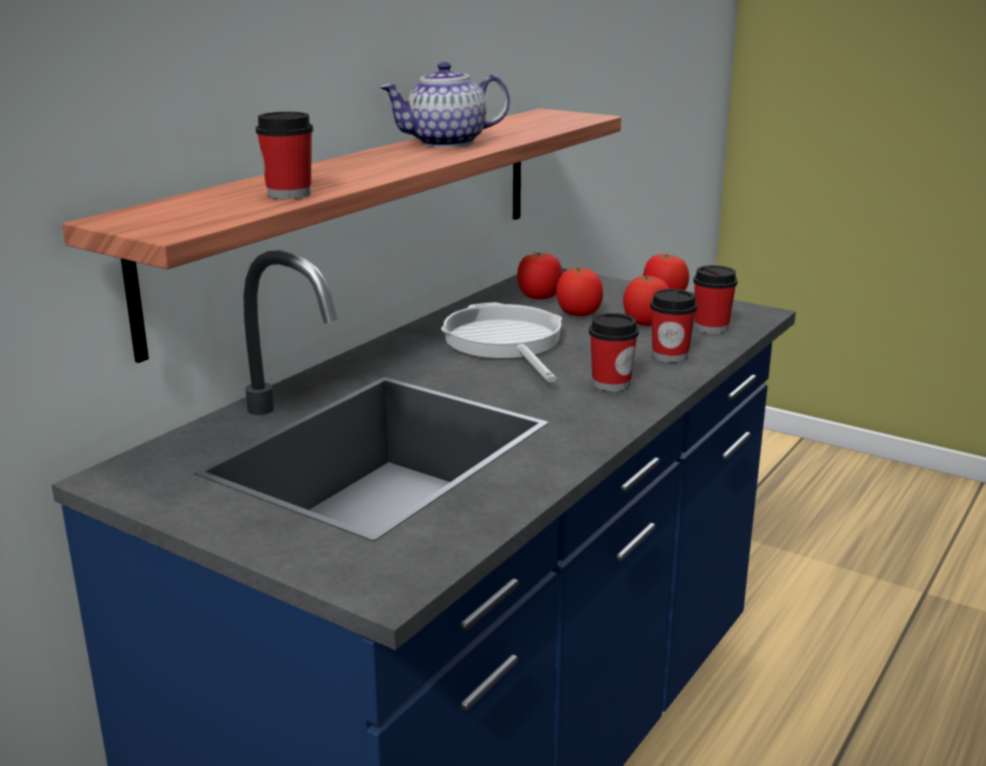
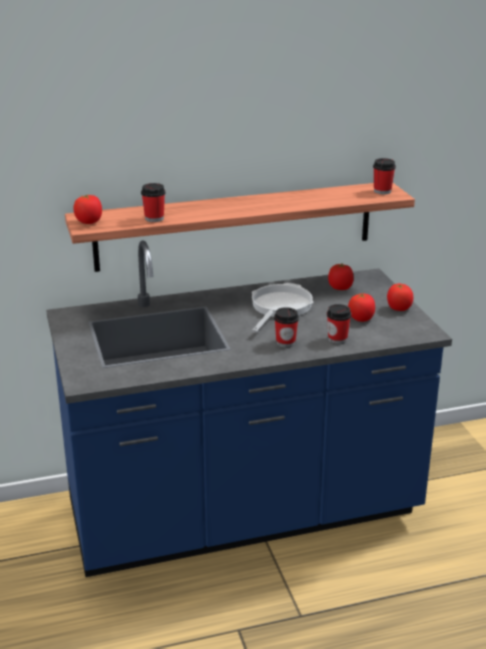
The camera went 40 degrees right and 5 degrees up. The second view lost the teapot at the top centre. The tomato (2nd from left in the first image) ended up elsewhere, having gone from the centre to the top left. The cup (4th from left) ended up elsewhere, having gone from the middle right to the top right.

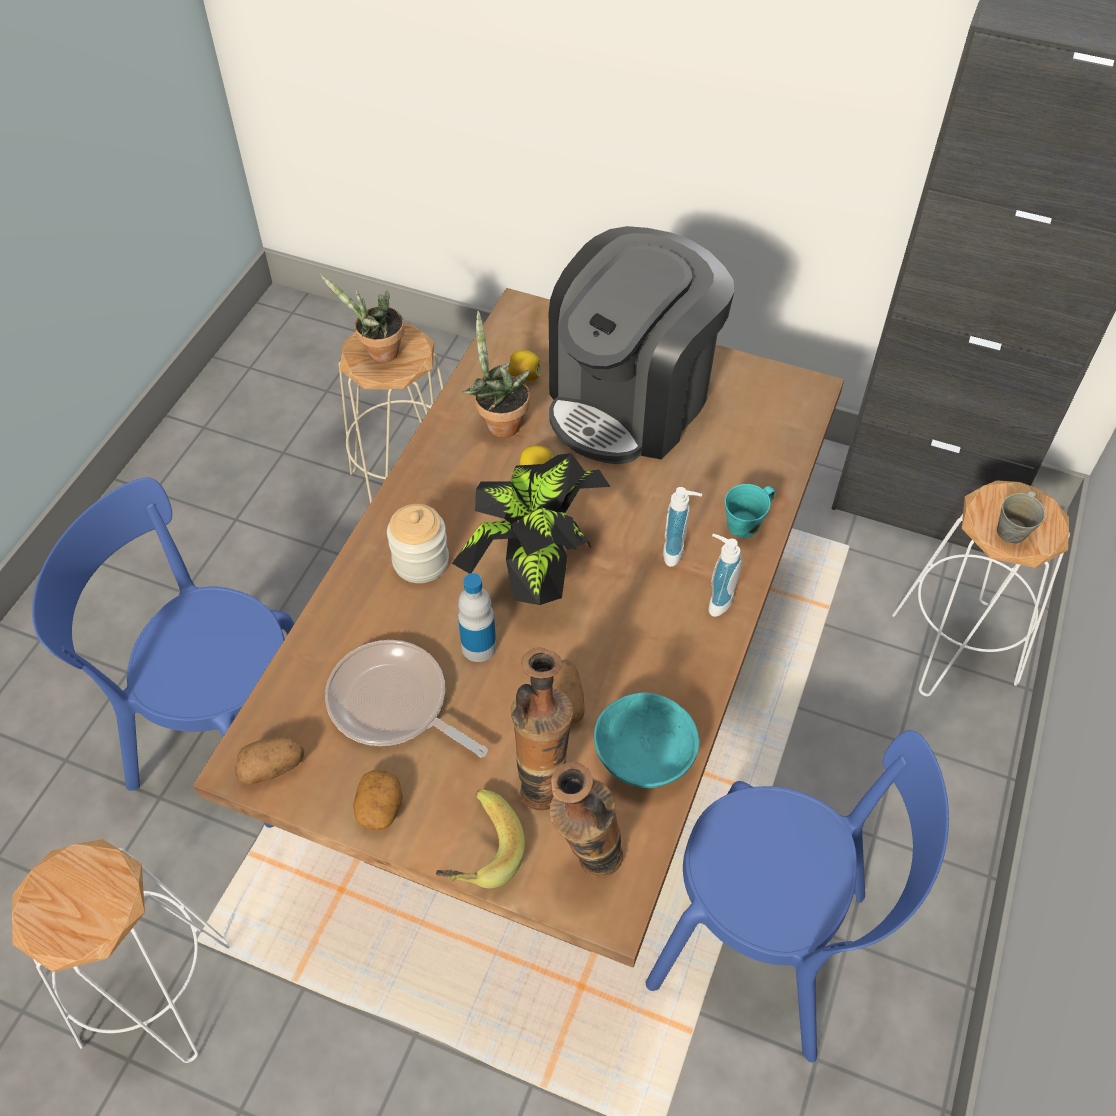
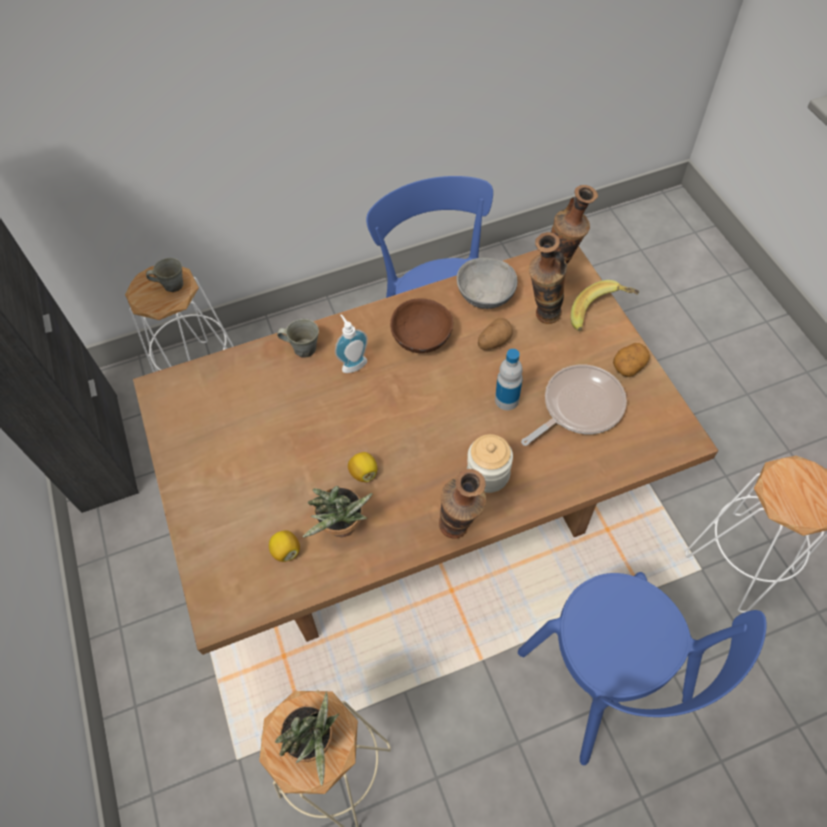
The camera went 130 degrees left and 5 degrees up. The second view lost the potato (1st from left) at the bottom left. The frying pan at the centre ended up facing another way, 120 degrees counterclockwise from before. The second view lost the potted plant (3rd from left) at the centre. The second view lost the coffee machine at the top centre. What was the bowl/turquoise at the centre turned into the bowl/grey at the centre. The second view lost the soap dispenser (2nd from left) at the centre. What was the mug/turquoise at the middle right turned into the mug/grey (2nd from left) at the centre. The second view gained the bowl/brown at the centre. The second view gained the vase (1st from left) at the centre.

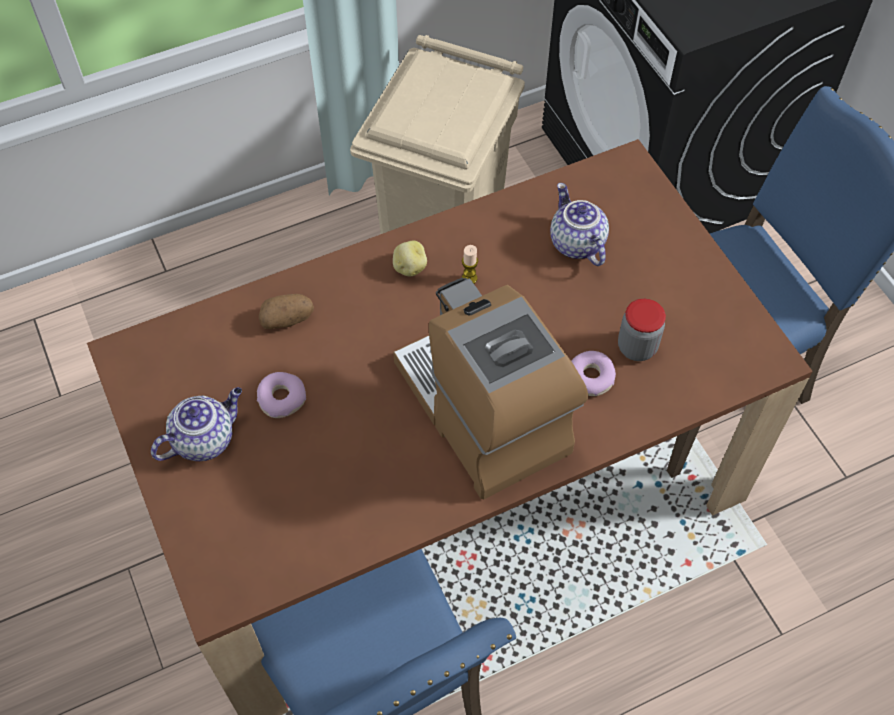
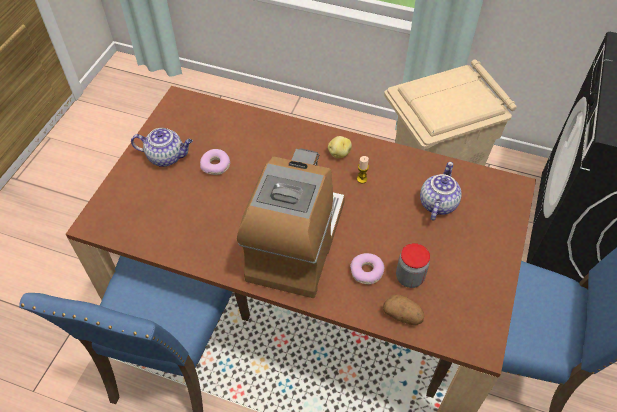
The camera went 45 degrees right and 5 degrees down. The potato (1st from left in the first image) ended up elsewhere, having gone from the middle left to the bottom centre.

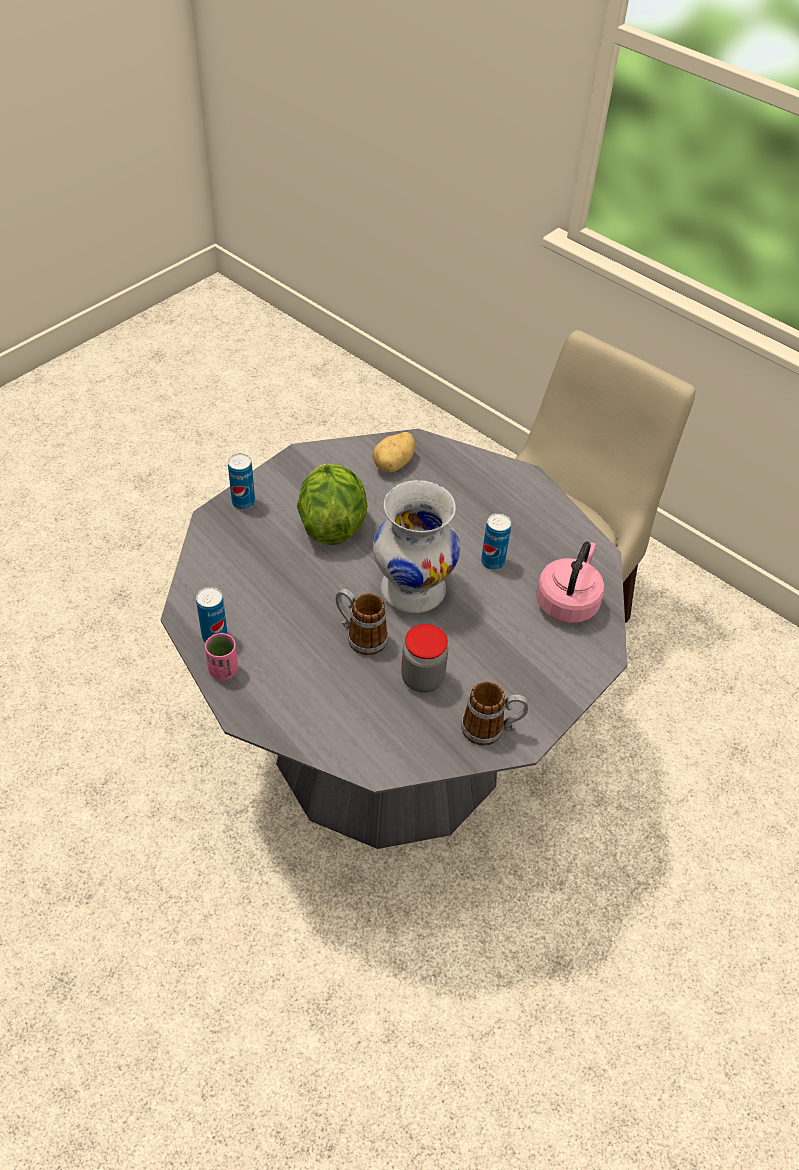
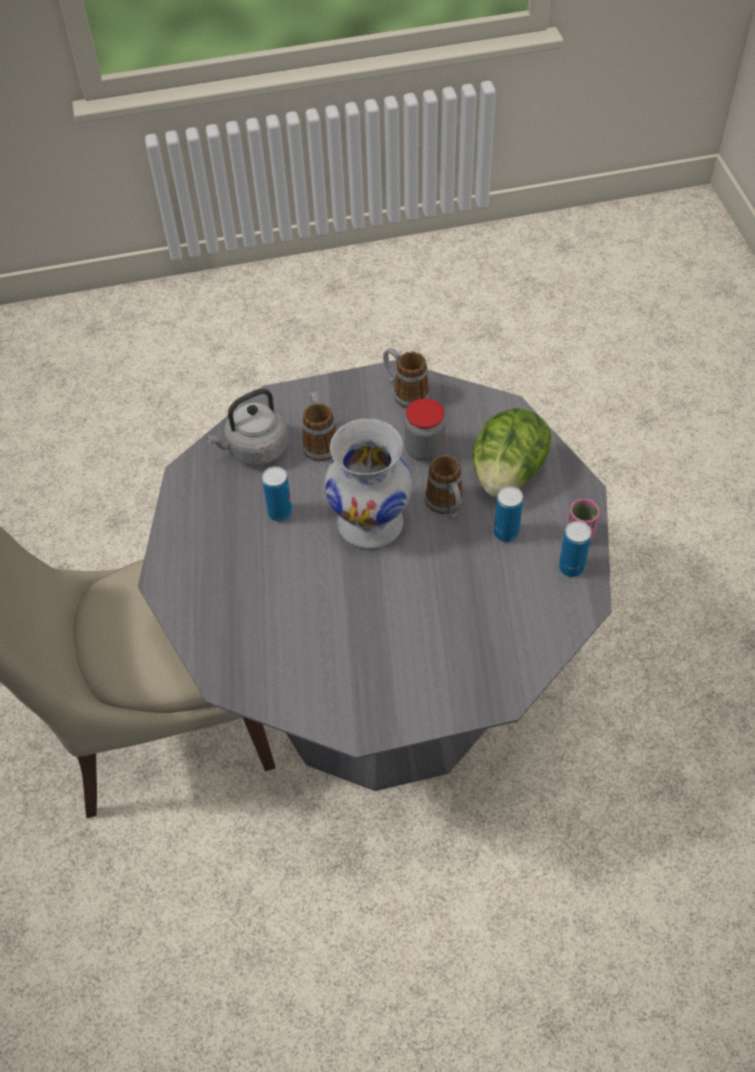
The camera went 140 degrees left and 5 degrees up. The can (2nd from left) ended up elsewhere, having gone from the middle left to the middle right. The lettuce ended up elsewhere, having gone from the centre to the middle right. The second view lost the potato at the centre. What was the kettle/pink at the middle right turned into the kettle/grey at the middle left. The second view gained the mug (1st from left) at the centre.

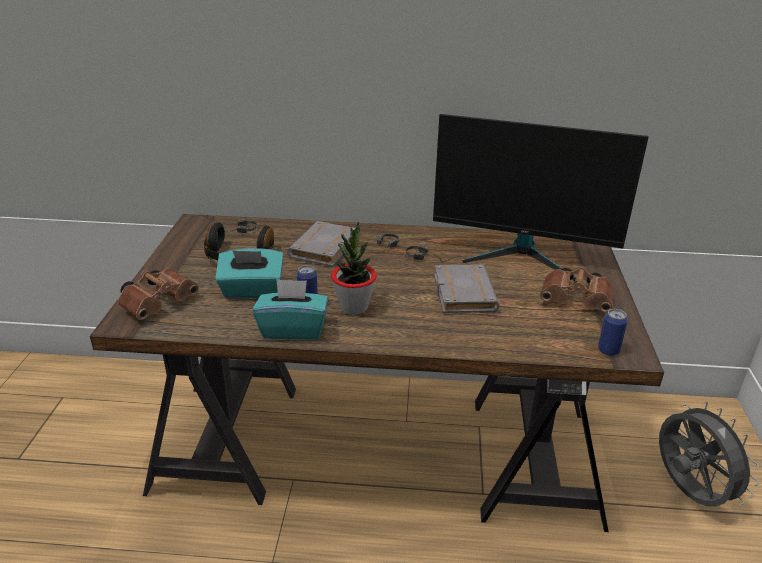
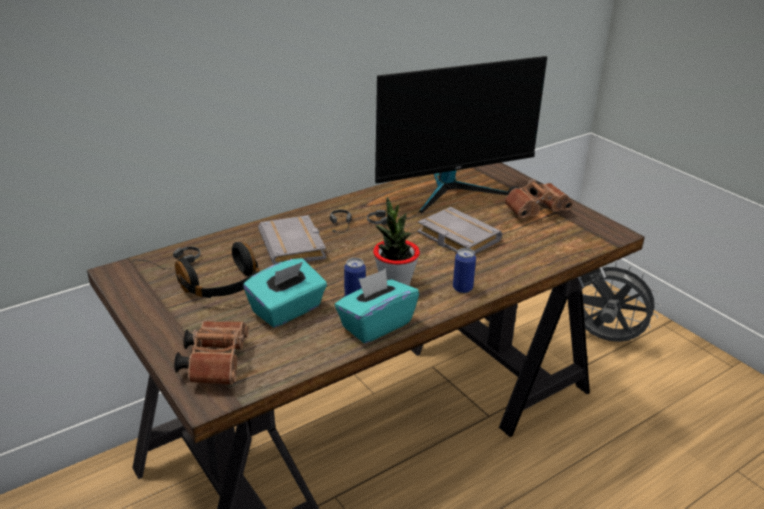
The camera went 40 degrees left and 0 degrees up. The can (2nd from left) ended up elsewhere, having gone from the middle right to the centre.

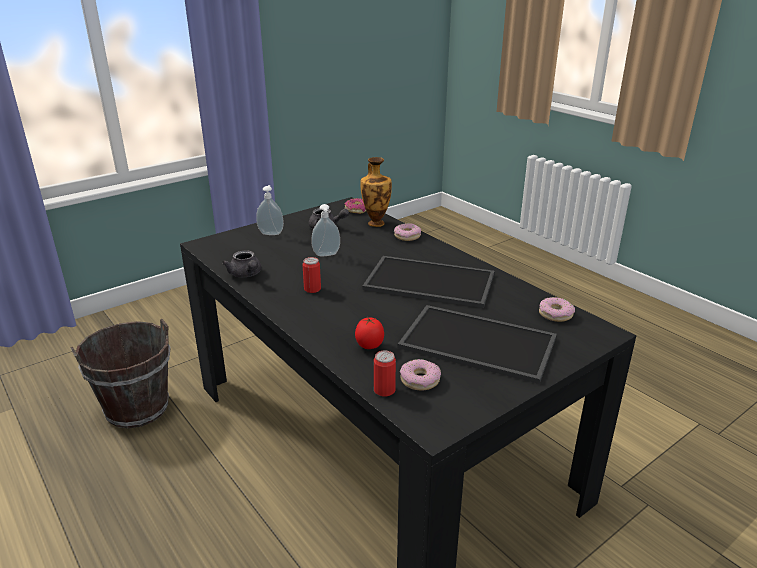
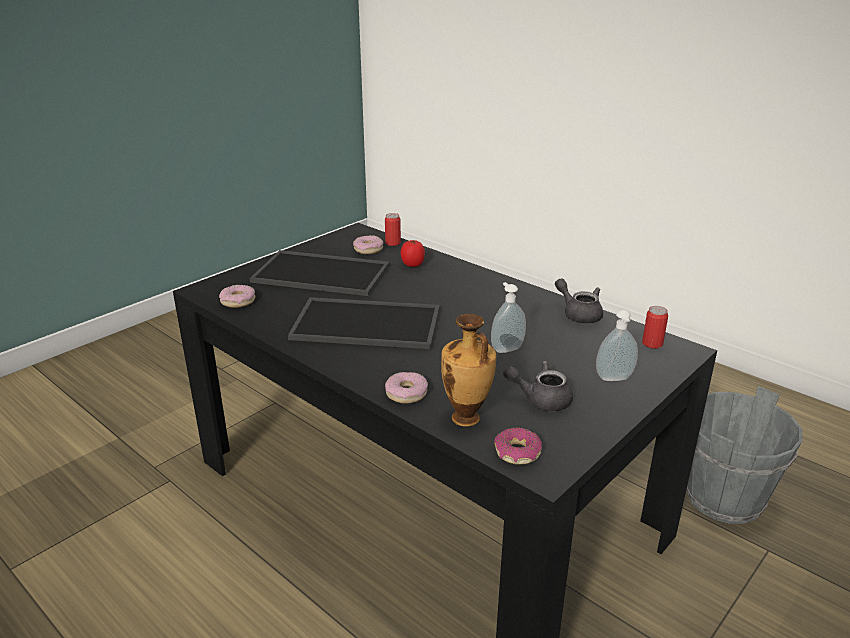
The camera went 170 degrees right and 0 degrees up. What was the bucket/brown at the middle left turned into the bucket/grey at the bottom right. The can (1st from left in the first image) ended up elsewhere, having gone from the centre to the middle right.

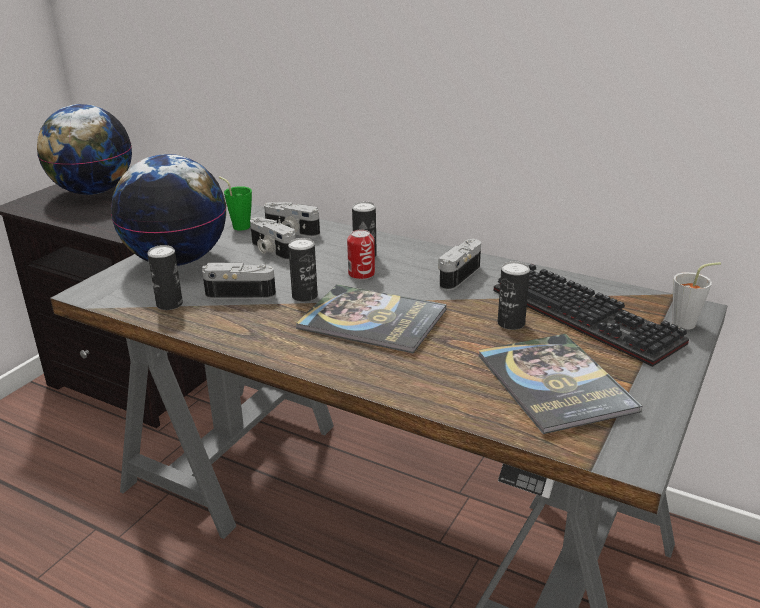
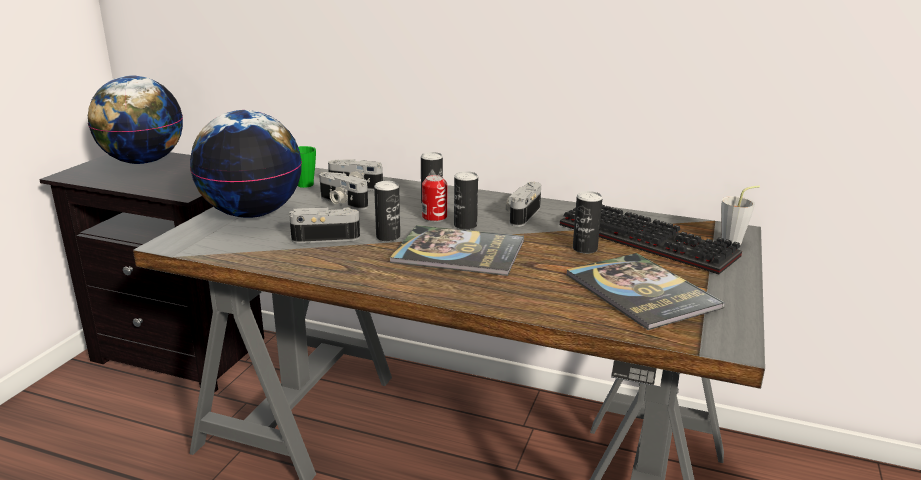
The camera went 10 degrees left and 5 degrees down. The can (1st from left in the first image) ended up elsewhere, having gone from the middle left to the centre.

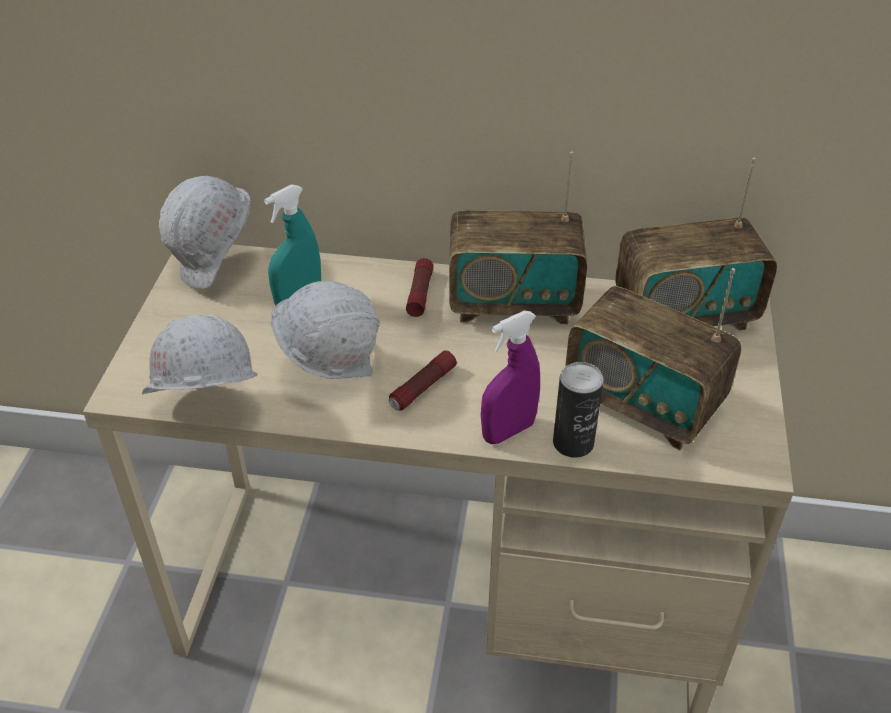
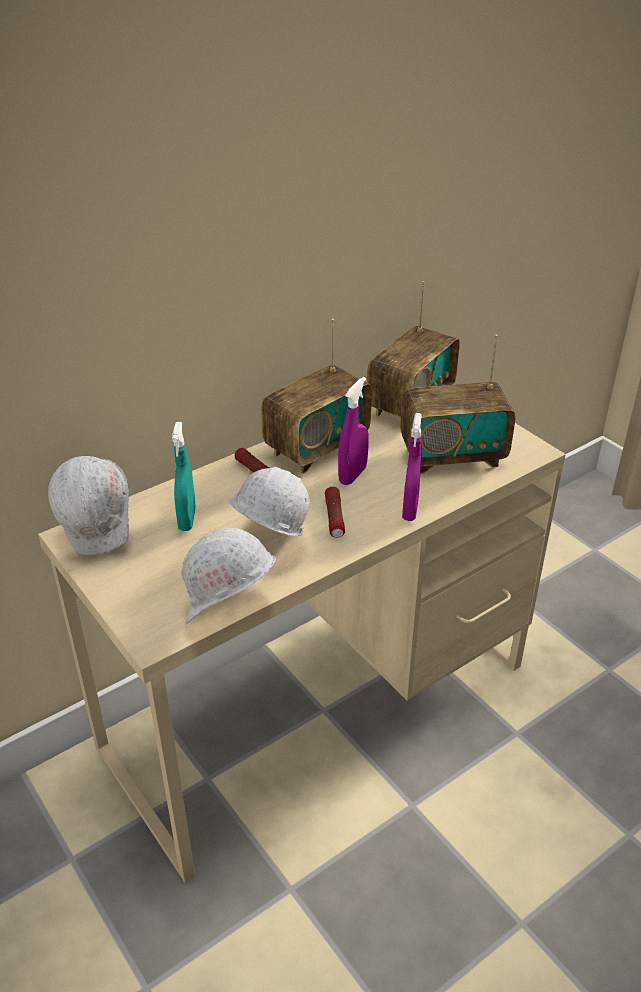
The camera went 45 degrees left and 5 degrees down. The second view lost the can at the centre. The second view gained the spray bottle/purple (1st from left) at the centre.

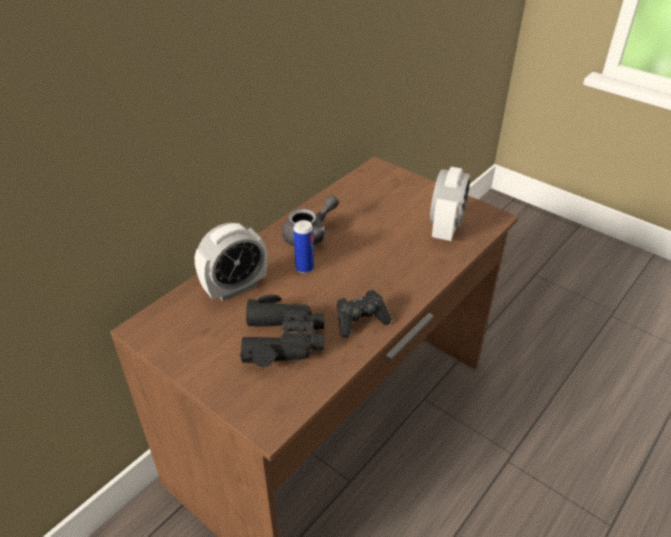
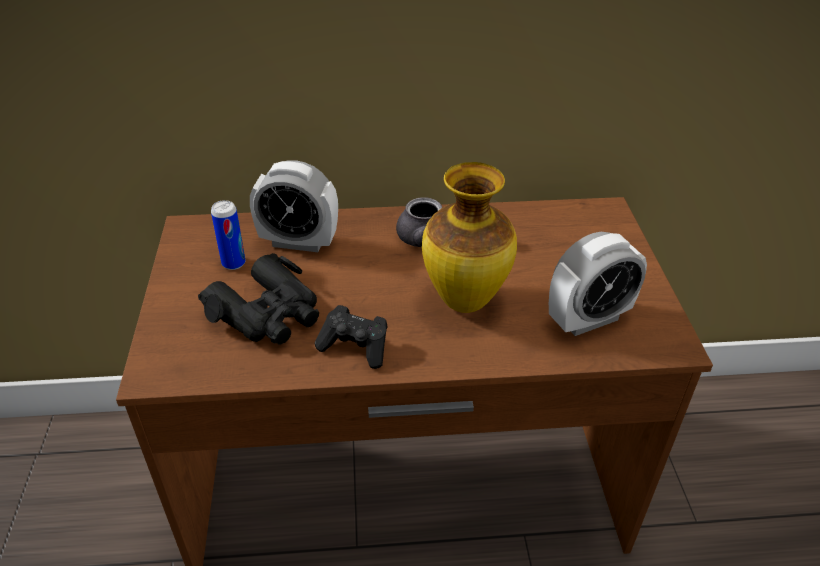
The camera went 45 degrees right and 0 degrees up. The can ended up elsewhere, having gone from the centre to the middle left. The second view gained the vase at the centre.

